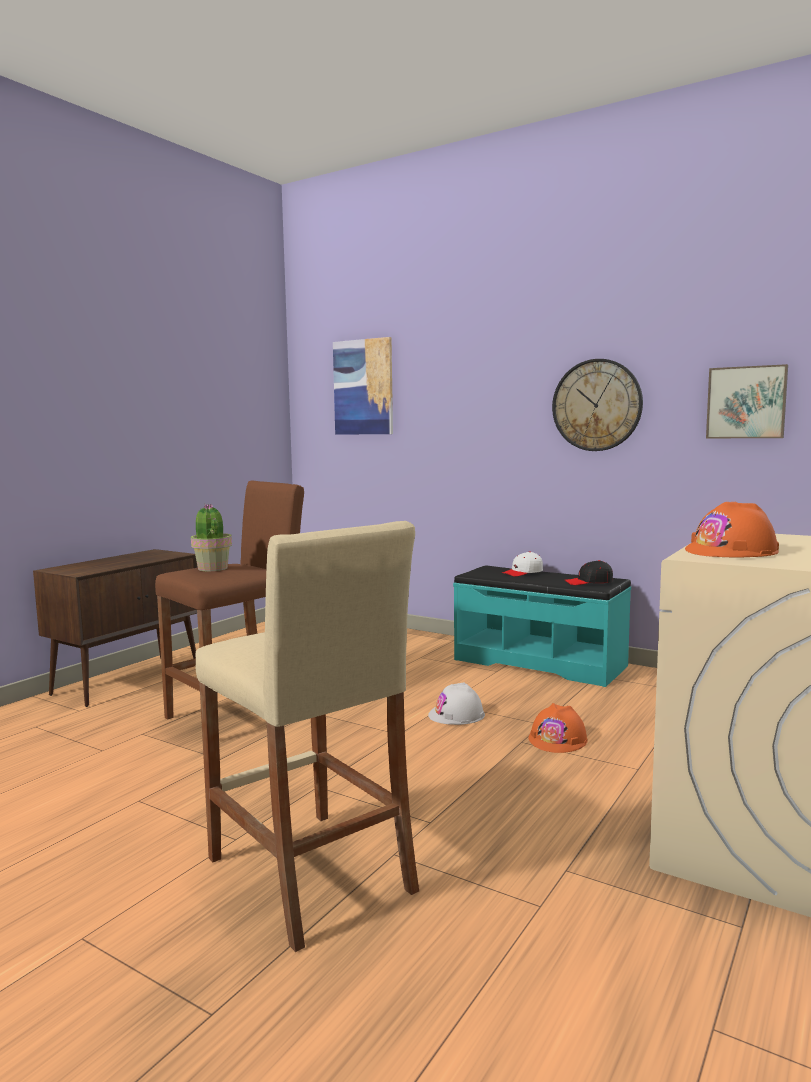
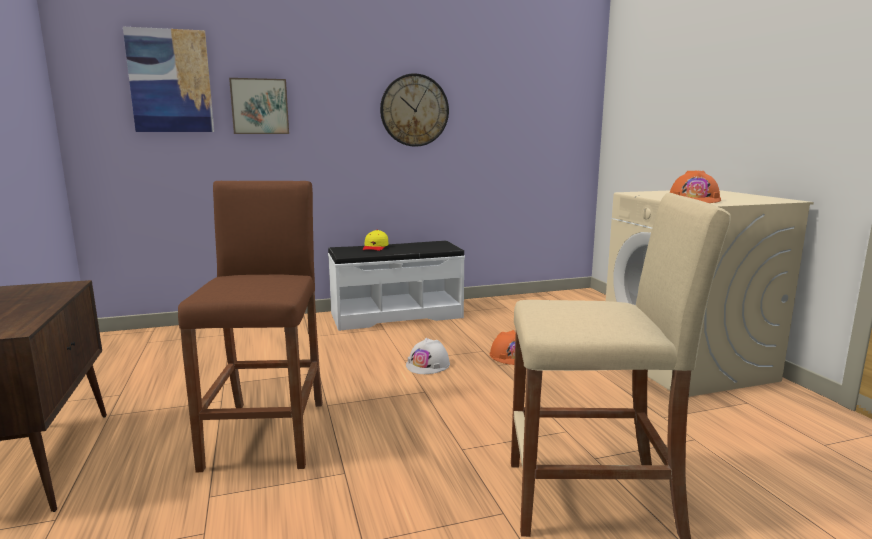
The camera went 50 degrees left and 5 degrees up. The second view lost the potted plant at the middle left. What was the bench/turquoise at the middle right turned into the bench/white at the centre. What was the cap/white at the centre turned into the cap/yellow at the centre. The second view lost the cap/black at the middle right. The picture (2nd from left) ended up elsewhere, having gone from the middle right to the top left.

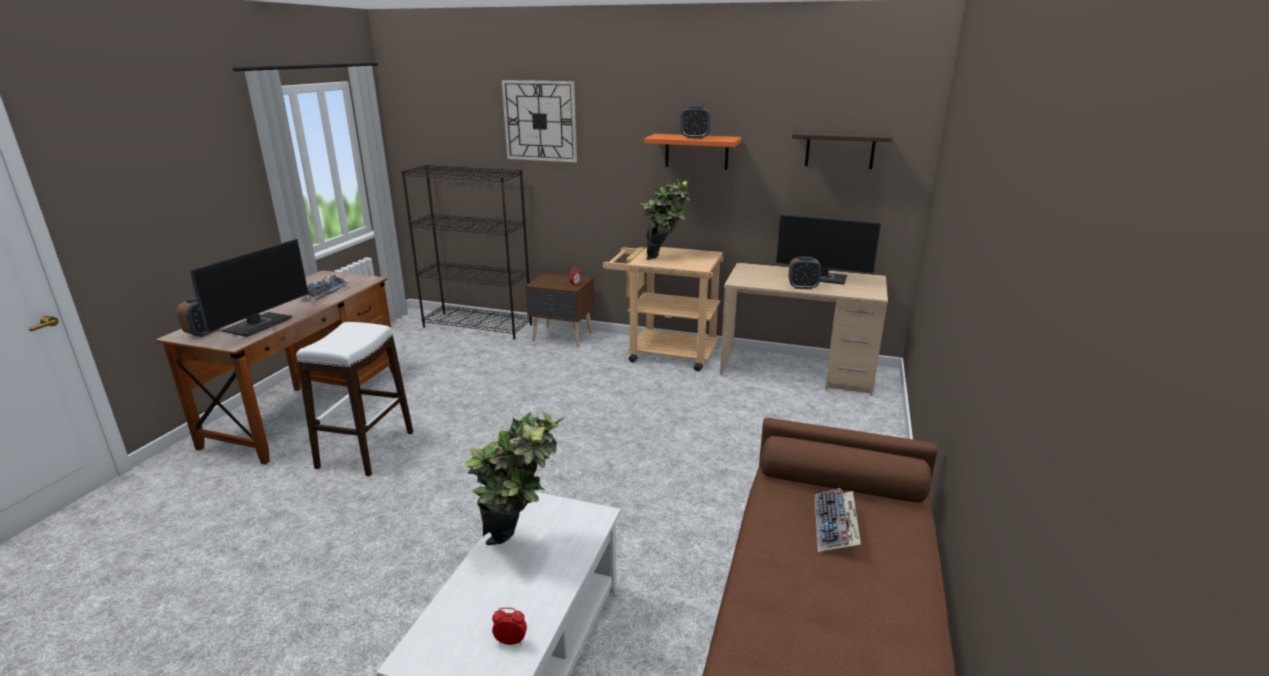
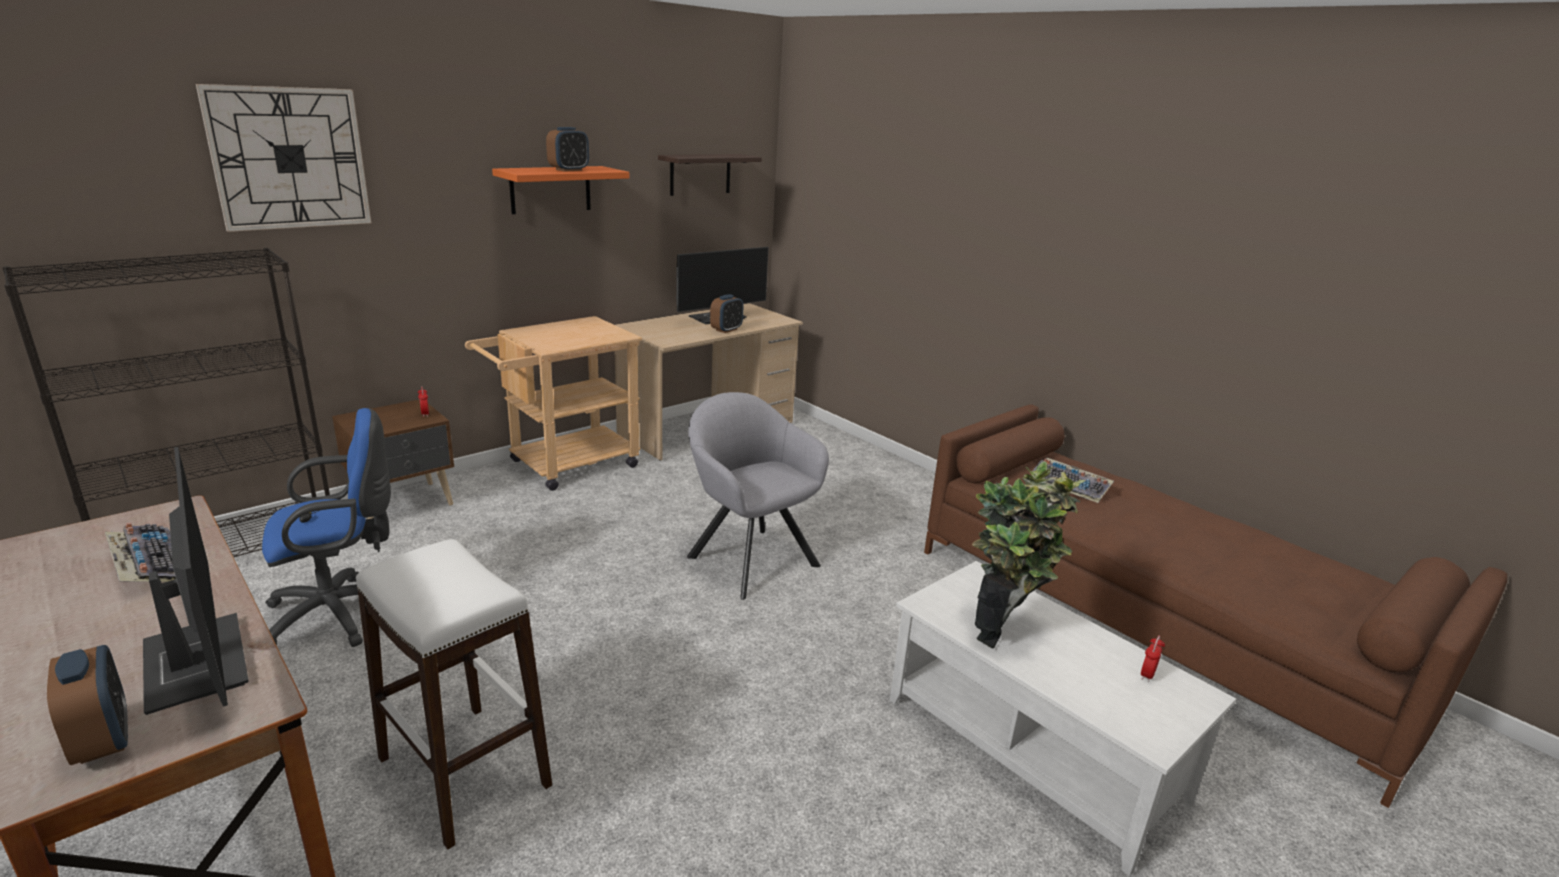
The camera went 60 degrees left and 0 degrees up. The second view lost the potted plant (2nd from left) at the top centre. The second view gained the office chair/blue at the middle left. The second view gained the armchair/grey at the centre.

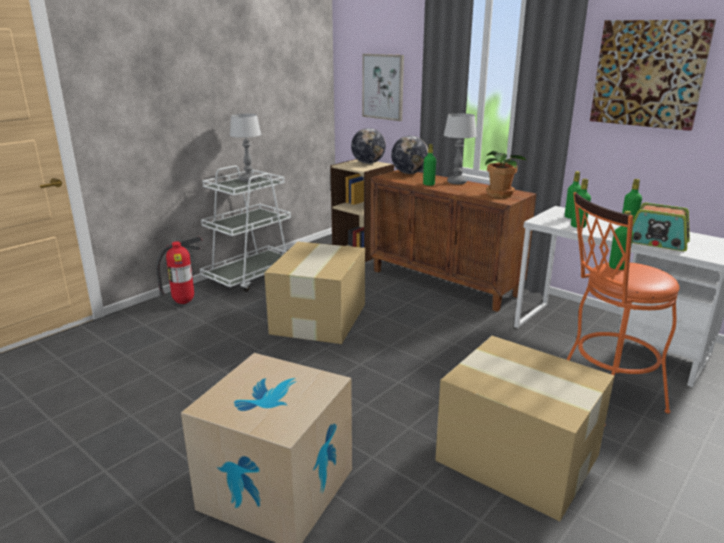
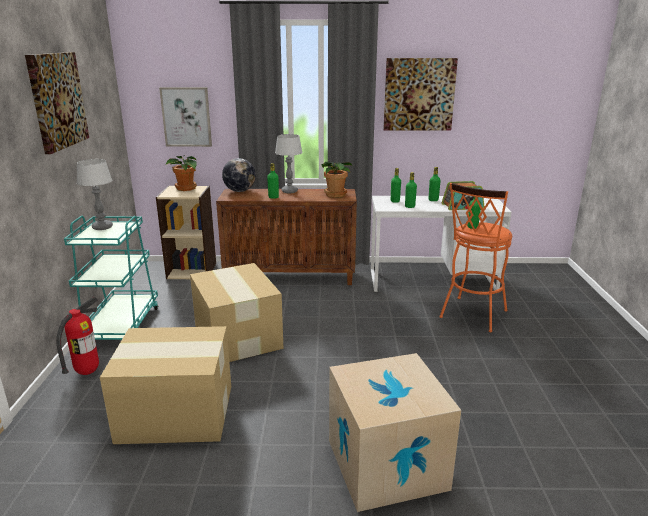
The camera went 40 degrees left and 0 degrees up. What was the cart/white at the centre turned into the cart/turquoise at the middle left. Where the globe (1st from left) stood at the top centre, the potted plant (1st from left) came to stand at the middle left. The cardboard box (3rd from left in the first image) ended up elsewhere, having gone from the bottom right to the bottom left. The second view gained the picture (1st from left) at the top left.

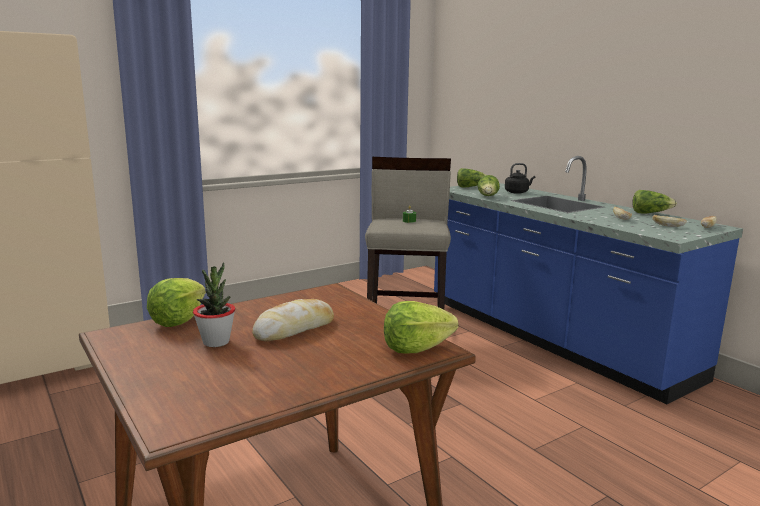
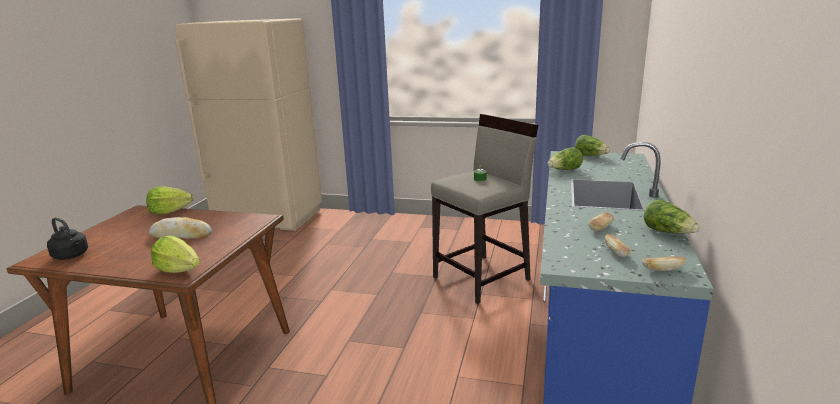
The camera went 50 degrees right and 5 degrees up. The second view lost the potted plant at the middle left. The kettle/black ended up elsewhere, having gone from the middle right to the middle left.

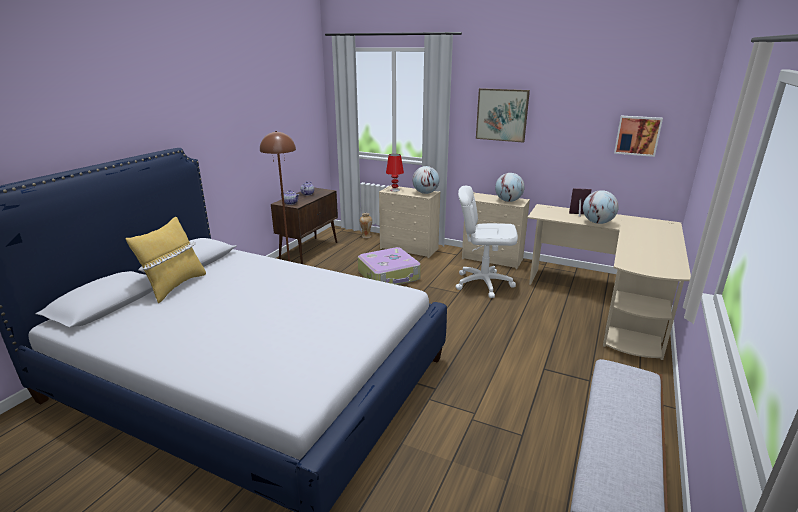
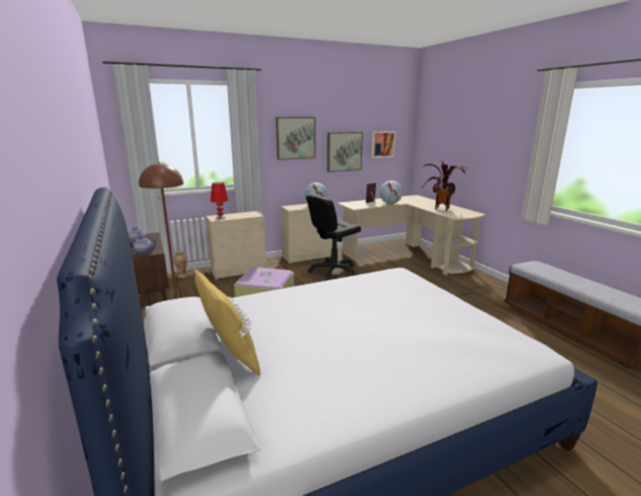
The camera went 50 degrees left and 5 degrees down. The second view lost the globe (1st from left) at the centre. What was the office chair/white at the centre turned into the office chair/black at the centre. The second view gained the picture (2nd from left) at the top centre. The second view gained the potted plant at the middle right.

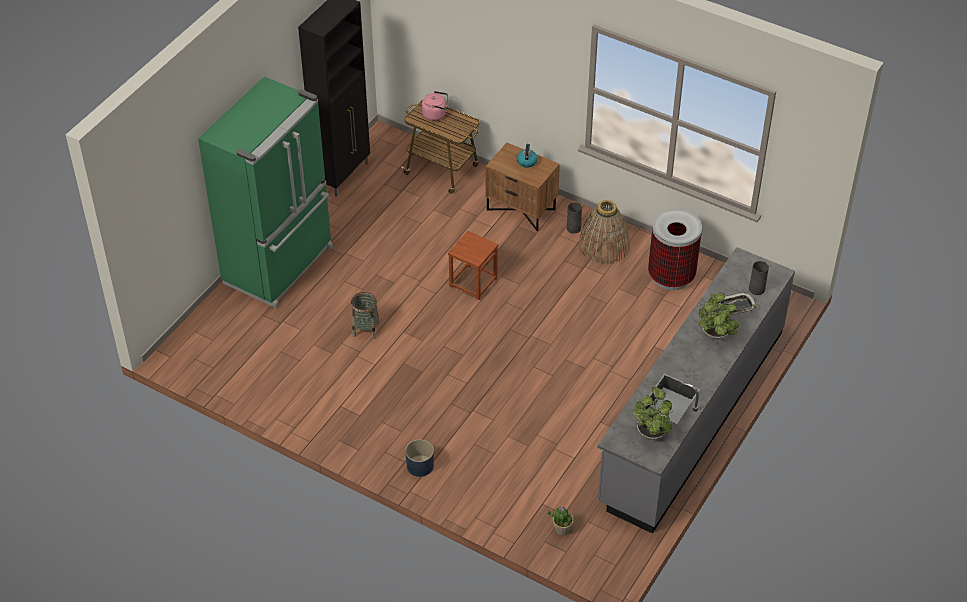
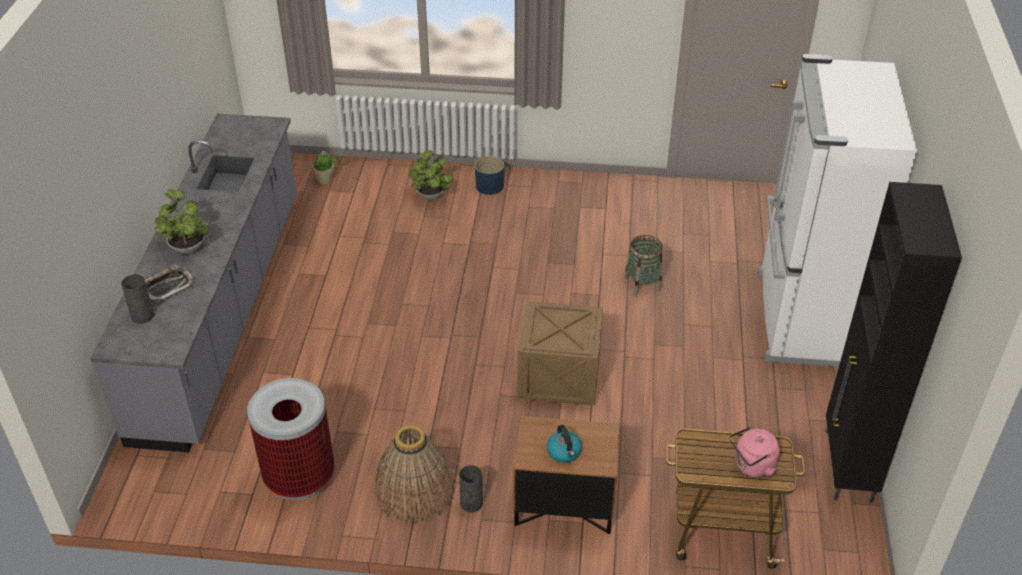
The camera went 155 degrees right and 5 degrees down. What was the fridge/green at the top left turned into the fridge/white at the middle right. Where the stool/brown stood at the centre, the crate came to stand at the centre. The potted plant (2nd from left in the first image) ended up elsewhere, having gone from the bottom right to the top centre.

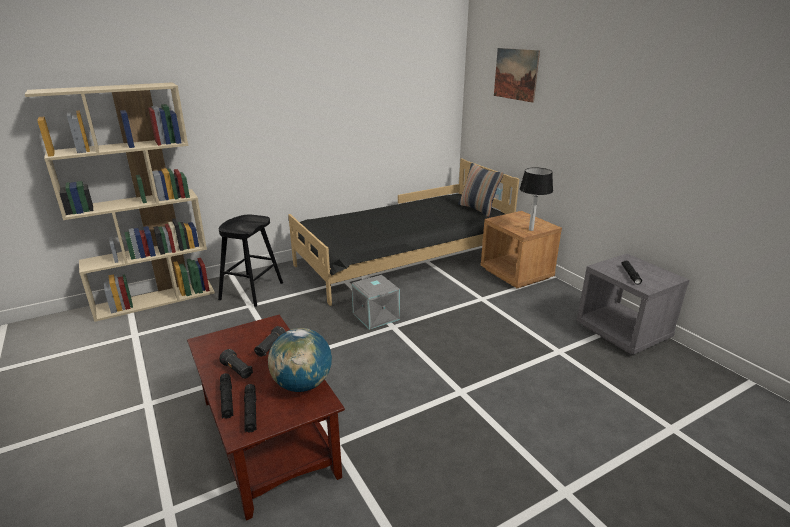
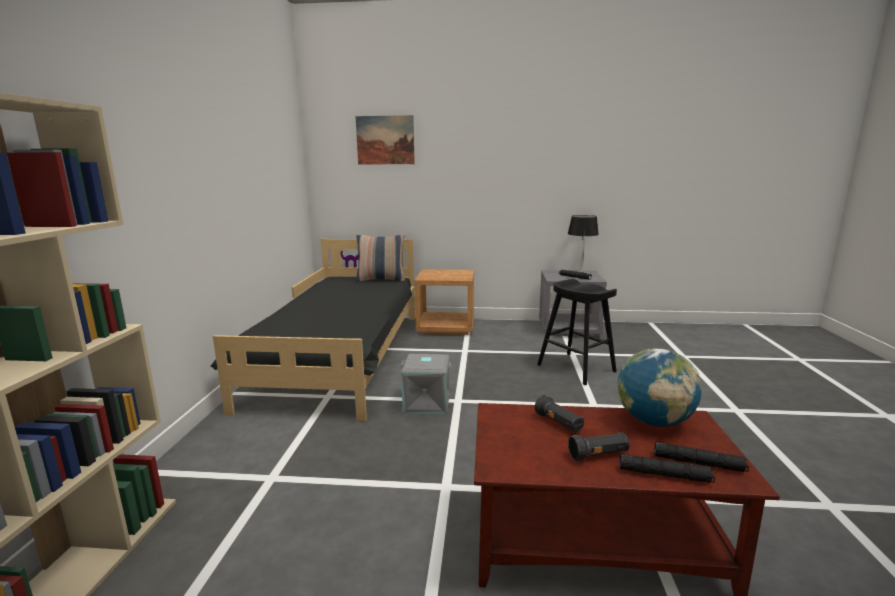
The camera went 55 degrees left and 10 degrees down. The stool/black ended up elsewhere, having gone from the middle left to the centre. The table lamp ended up elsewhere, having gone from the middle right to the centre.

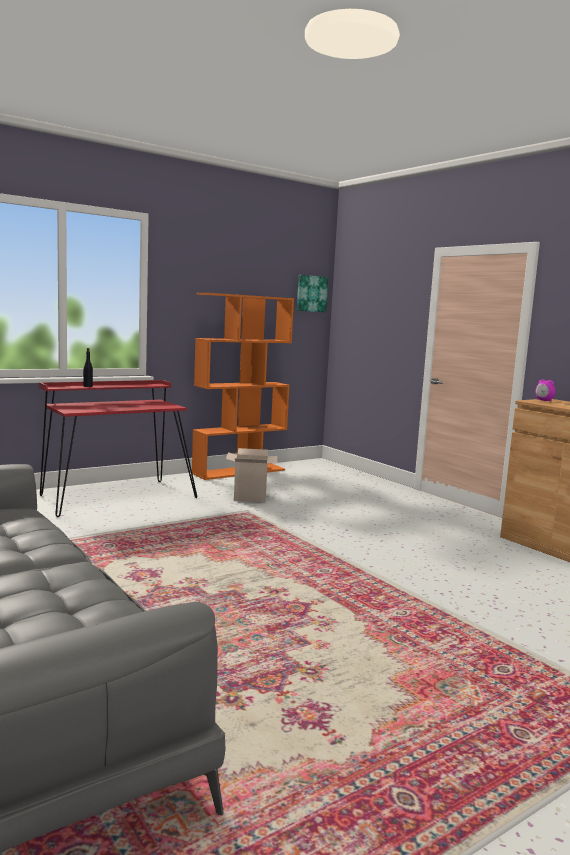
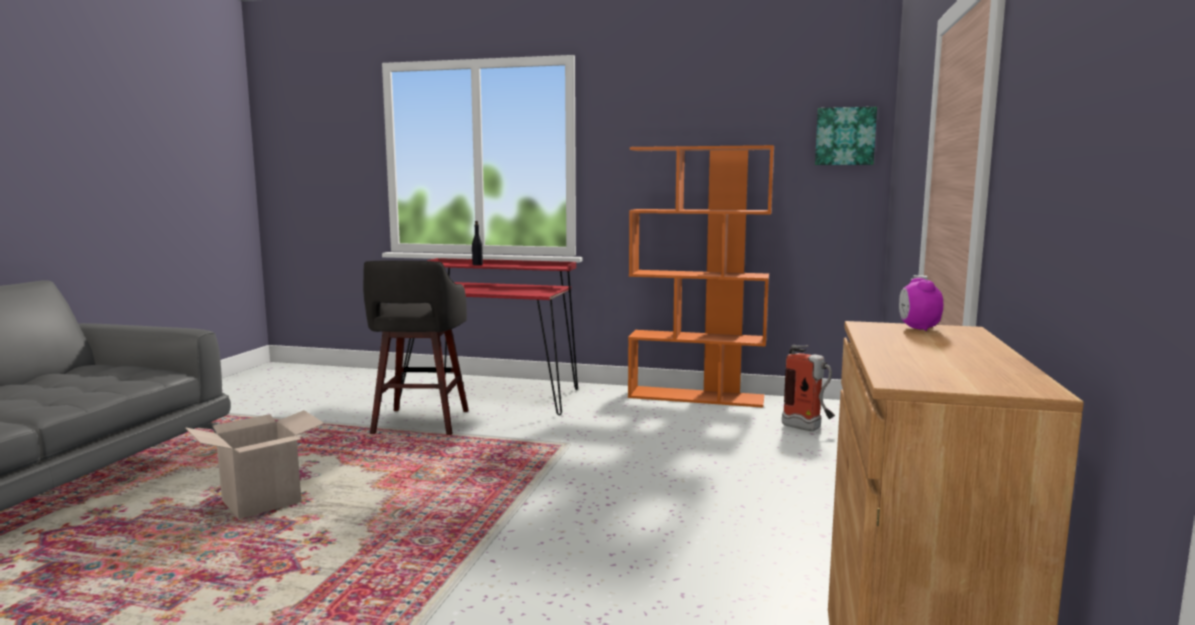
The camera went 50 degrees right and 0 degrees up. The cardboard box ended up elsewhere, having gone from the centre to the bottom left. The second view gained the stool/grey at the centre. The second view gained the fire extinguisher at the middle right.

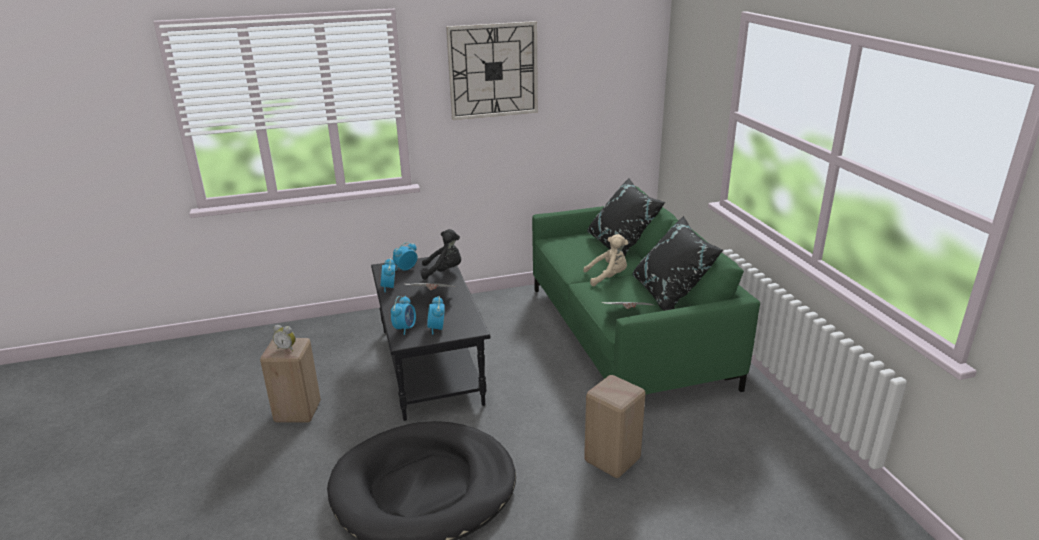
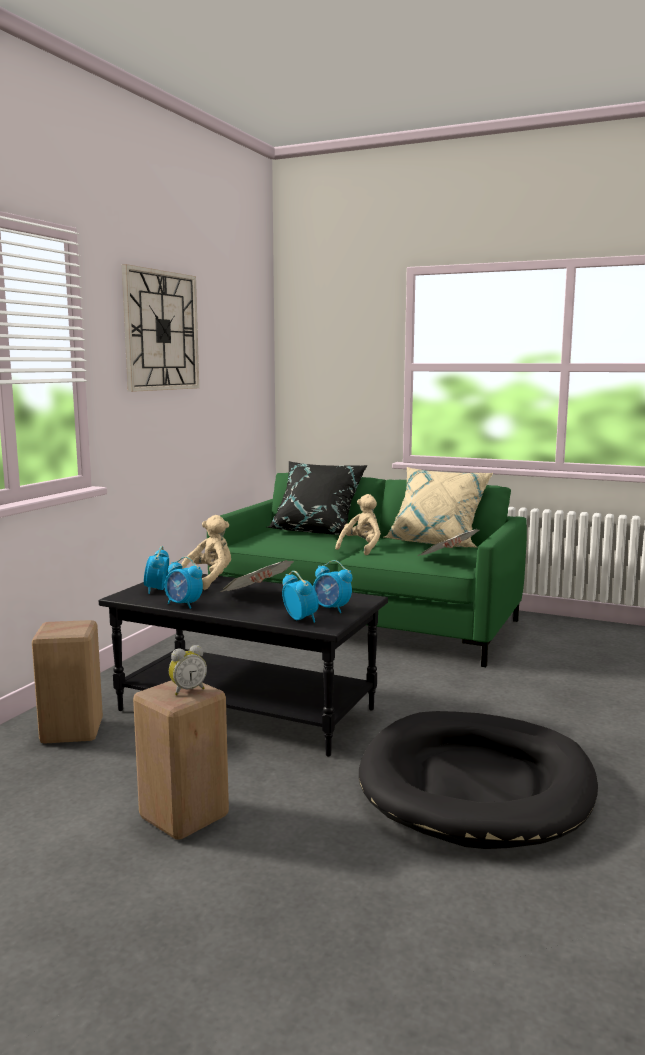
The camera went 50 degrees left and 15 degrees down. What was the plush toy/black at the centre turned into the plush toy/beige (1st from left) at the middle left. The stool/beige (2nd from left in the first image) ended up elsewhere, having gone from the bottom centre to the middle left. What was the pillow/black (2nd from left) at the centre turned into the pillow/beige at the middle right.

